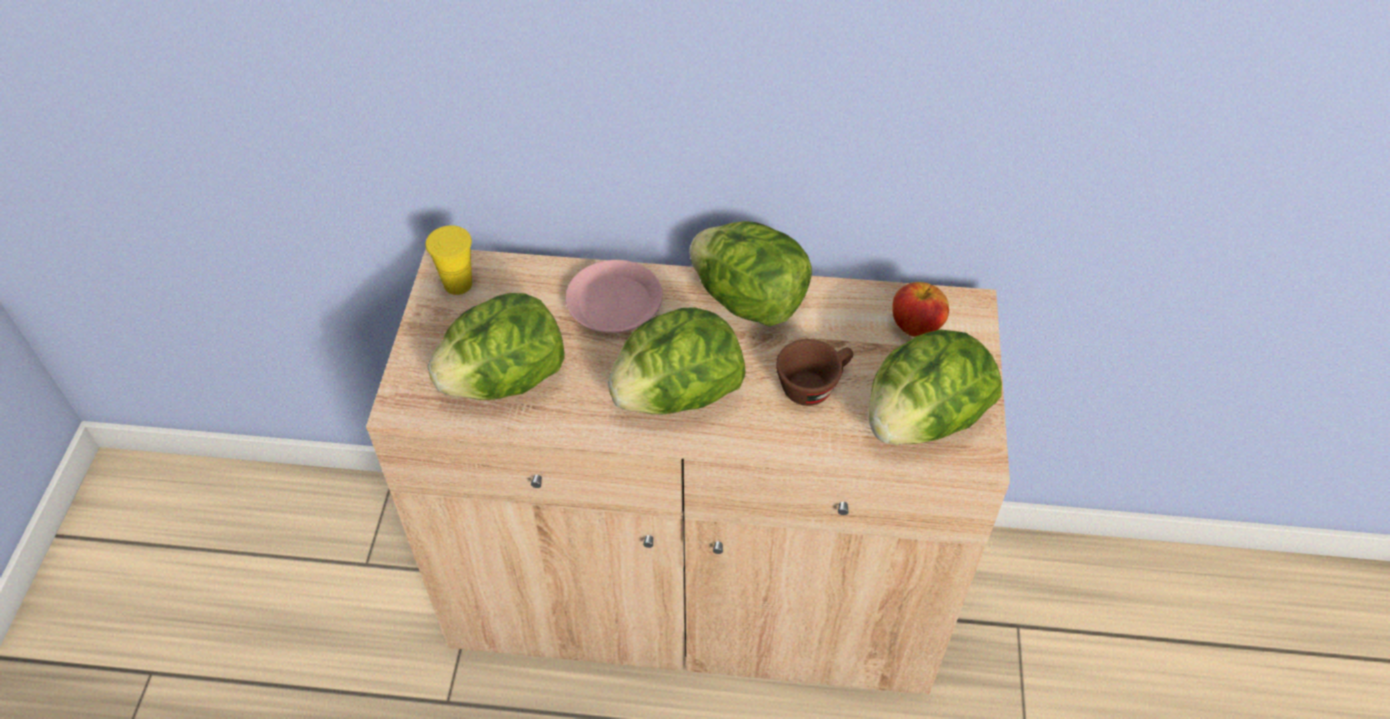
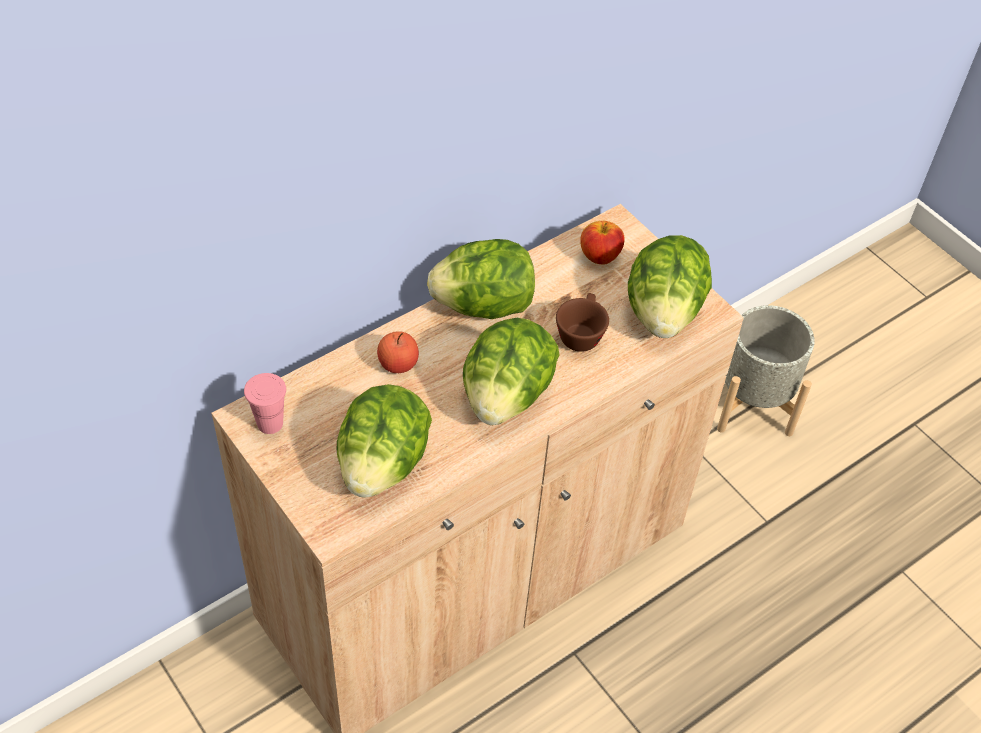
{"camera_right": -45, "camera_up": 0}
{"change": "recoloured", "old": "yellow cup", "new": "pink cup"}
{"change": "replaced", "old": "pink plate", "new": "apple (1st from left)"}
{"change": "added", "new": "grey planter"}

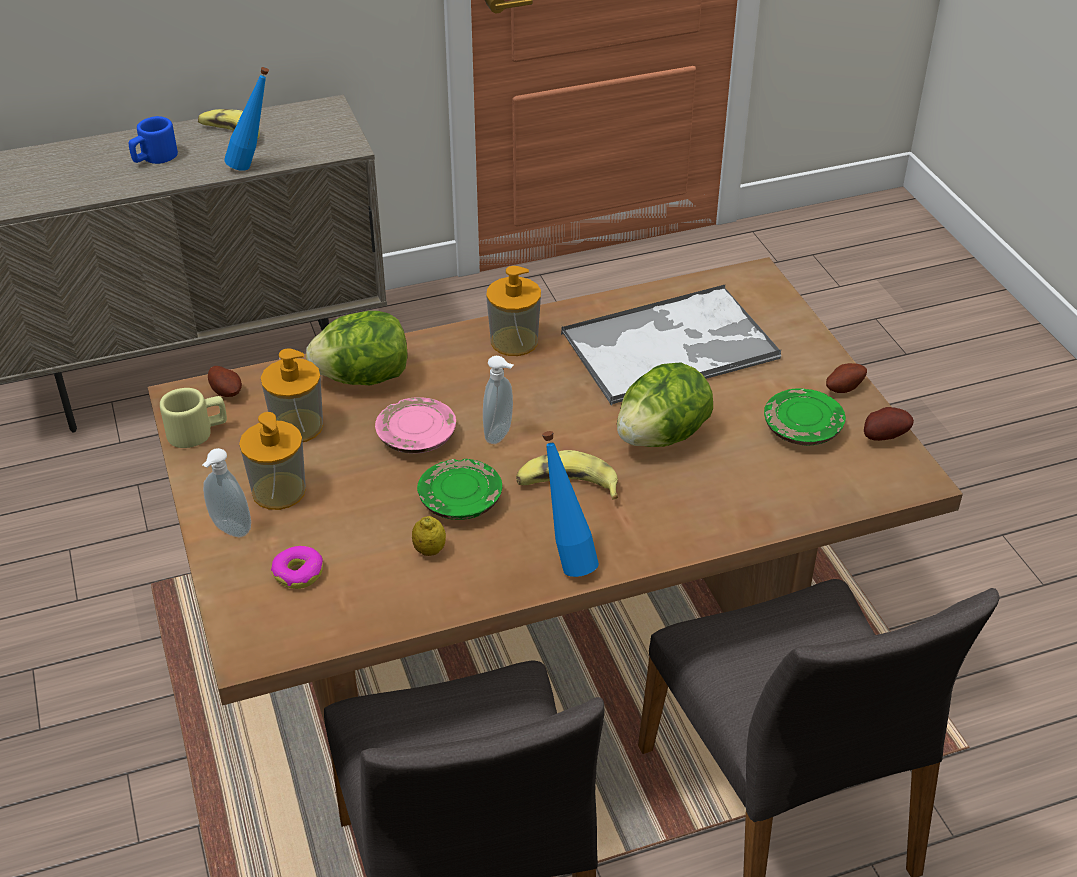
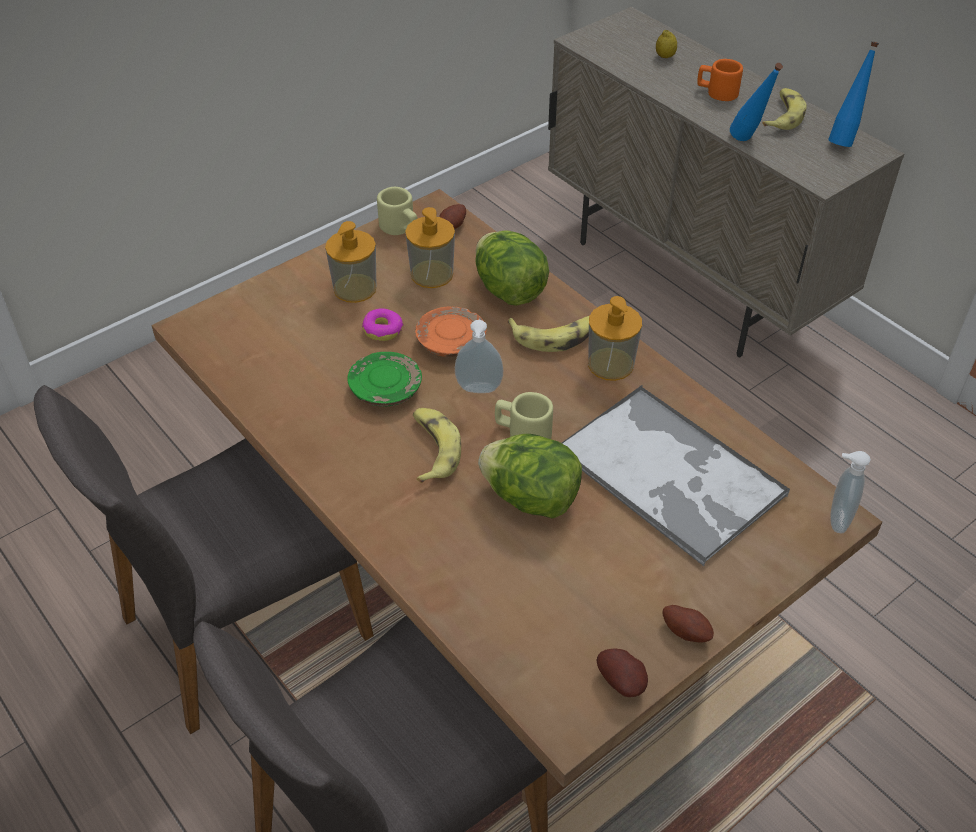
{"camera_right": 70, "camera_up": 5}
{"change": "recoloured", "old": "blue mug", "new": "orange mug"}
{"change": "moved", "old": "soap dispenser (1st from left in the first image)", "new": "soap dispenser (5th from left)"}
{"change": "moved", "old": "donut"}
{"change": "recoloured", "old": "pink plate", "new": "orange plate"}
{"change": "moved", "old": "lemon"}
{"change": "moved", "old": "blue bottle (2nd from left)"}
{"change": "removed", "old": "green plate (2nd from left)"}
{"change": "added", "new": "beige mug (2nd from left)"}
{"change": "added", "new": "banana (2nd from left)"}

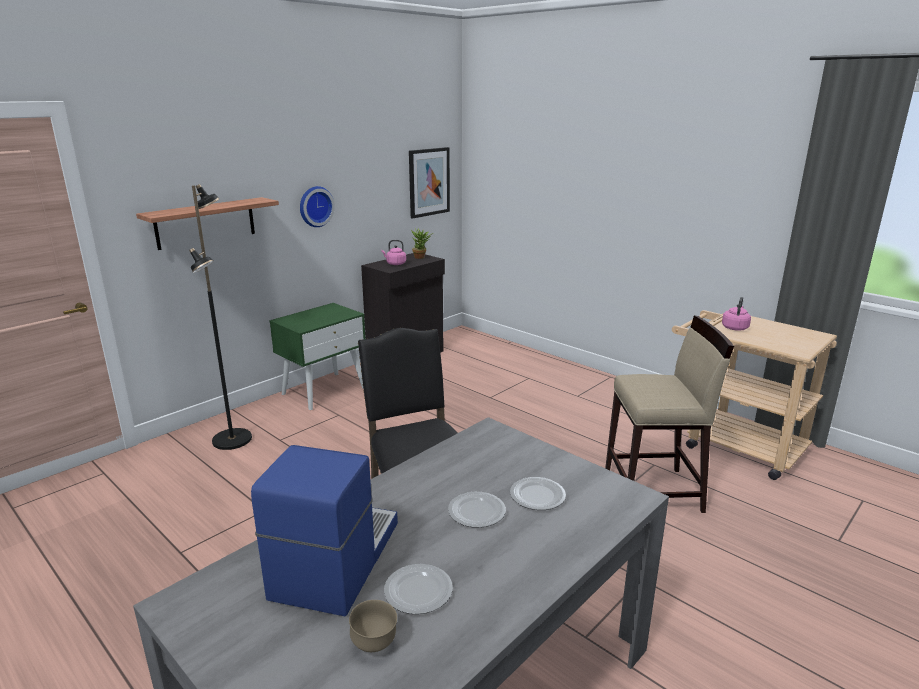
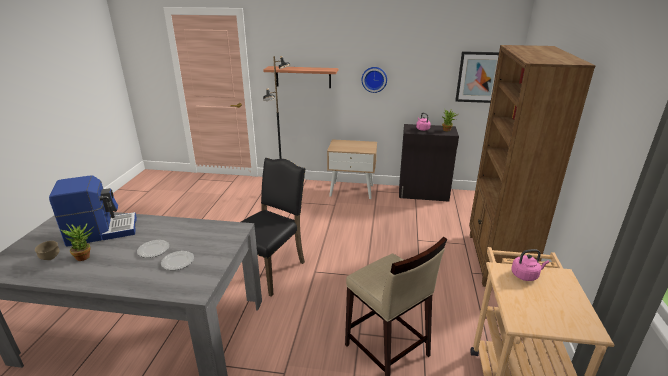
{"camera_right": 55, "camera_up": 5}
{"change": "recoloured", "old": "green nightstand", "new": "beige nightstand"}
{"change": "replaced", "old": "plate (1st from left)", "new": "potted plant (1st from left)"}
{"change": "added", "new": "brown bookcase"}

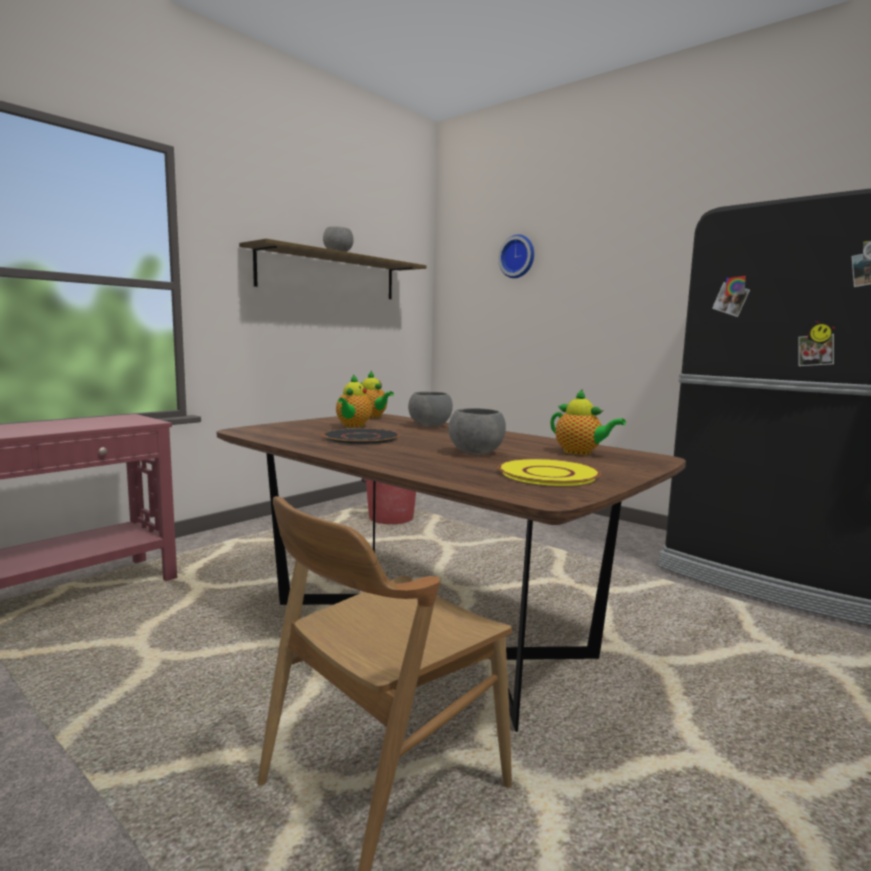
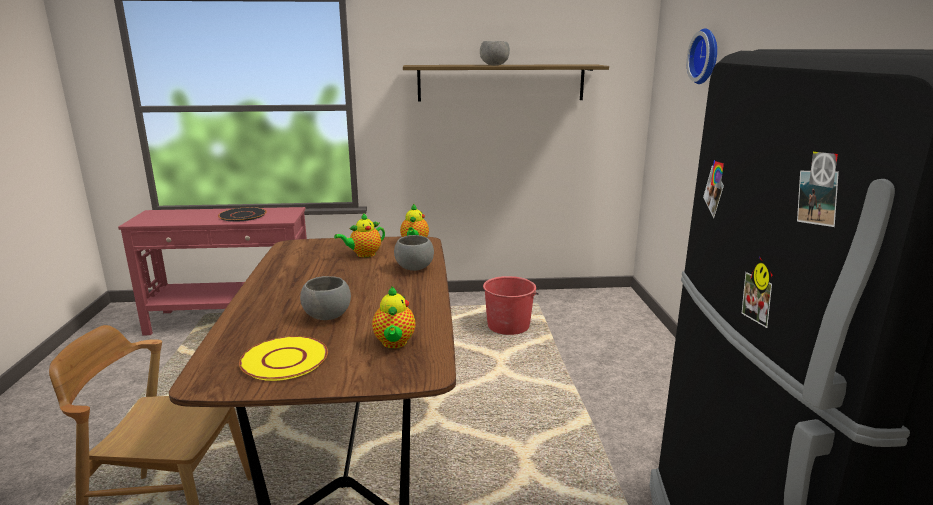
{"camera_right": 45, "camera_up": 10}
{"change": "moved", "old": "black plate"}

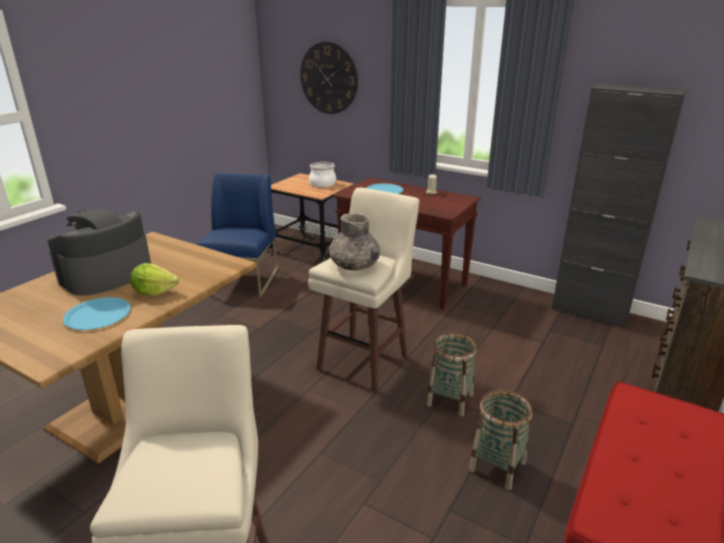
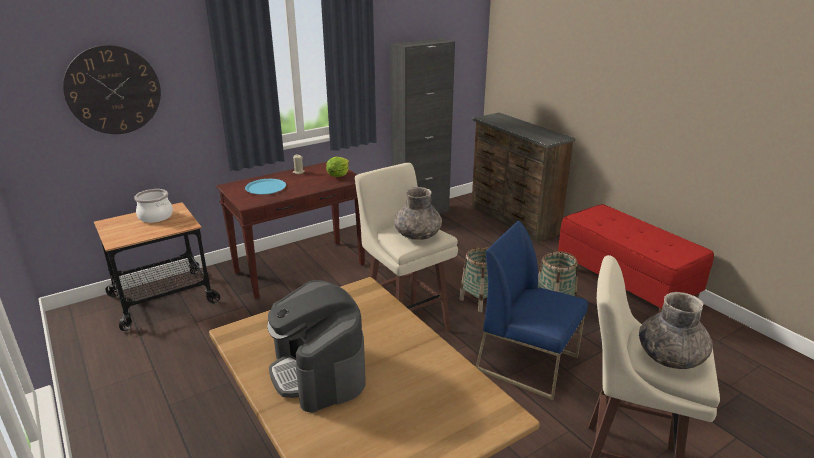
{"camera_right": -65, "camera_up": 0}
{"change": "removed", "old": "blue plate (1st from left)"}
{"change": "moved", "old": "lettuce"}
{"change": "moved", "old": "blue chair"}
{"change": "added", "new": "grey vase (2nd from left)"}

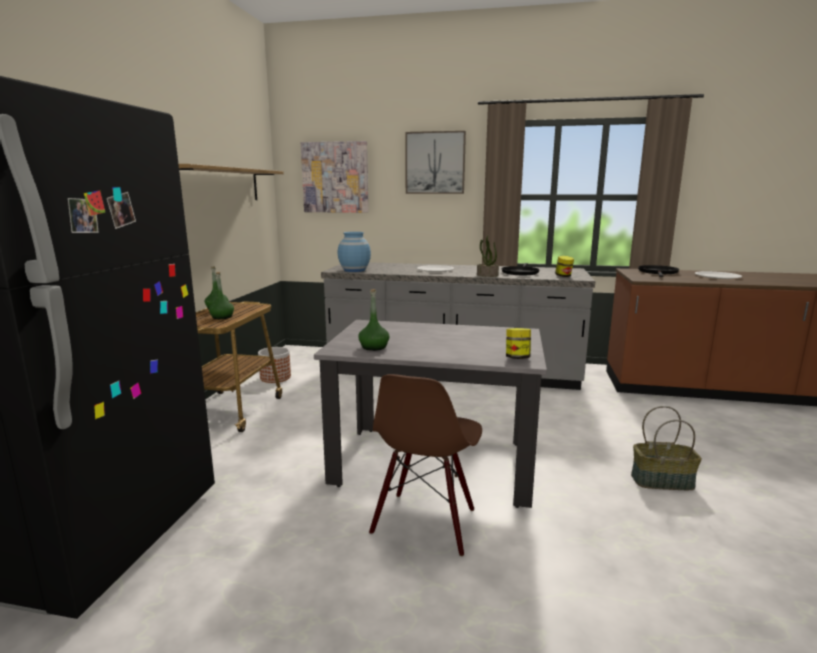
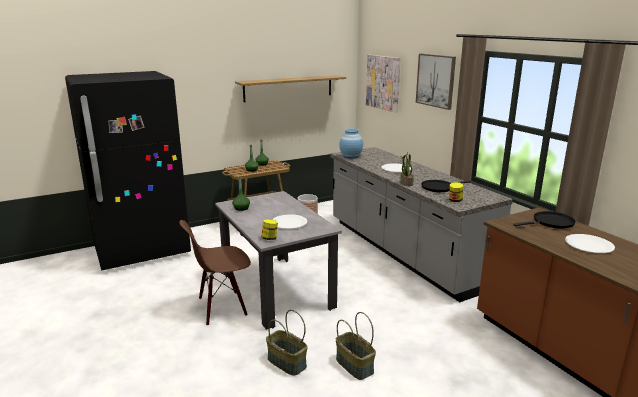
{"camera_right": 50, "camera_up": 5}
{"change": "added", "new": "basket (1st from left)"}
{"change": "added", "new": "white plate (1st from left)"}

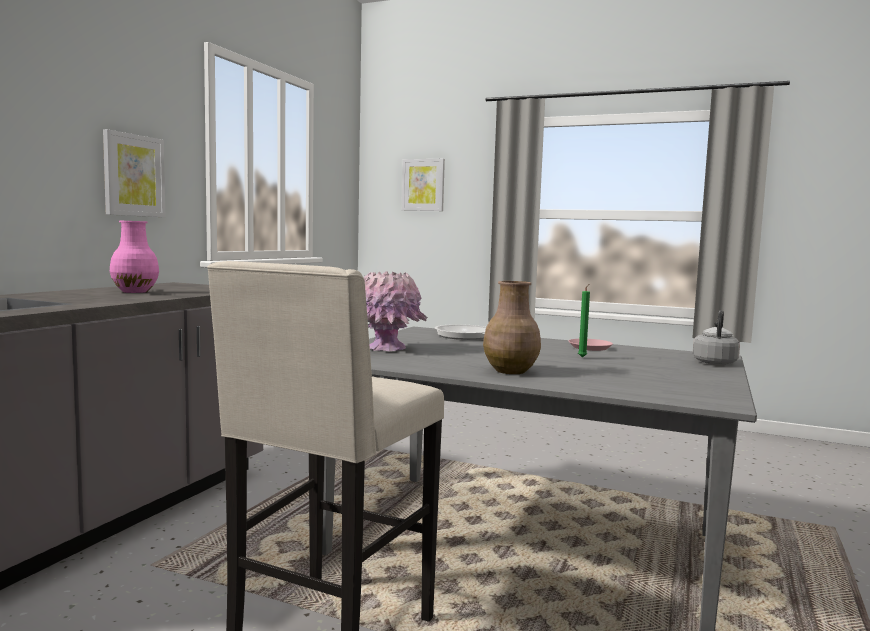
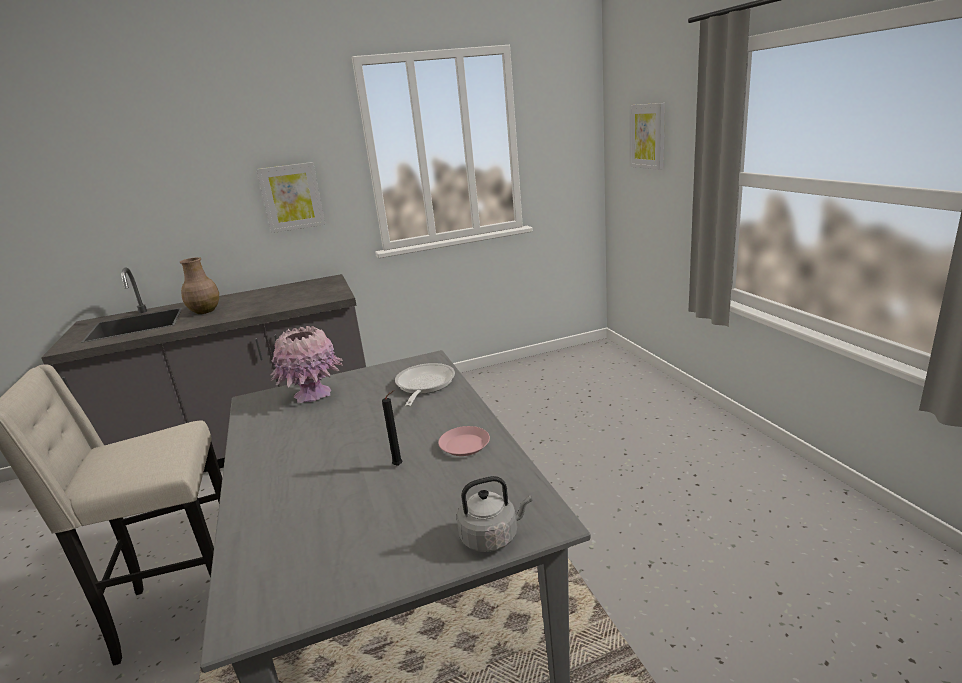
{"camera_right": 50, "camera_up": 15}
{"change": "removed", "old": "pink vase (1st from left)"}
{"change": "moved", "old": "brown vase"}
{"change": "recoloured", "old": "green candle", "new": "black candle"}

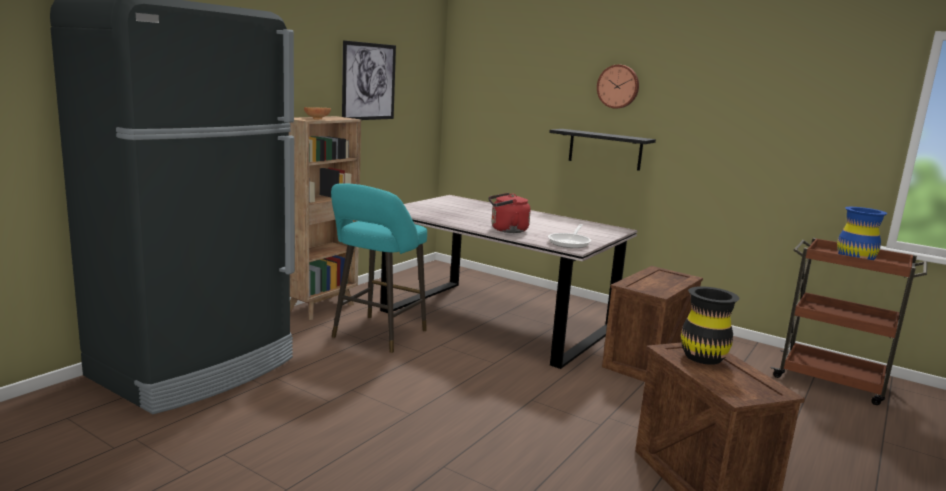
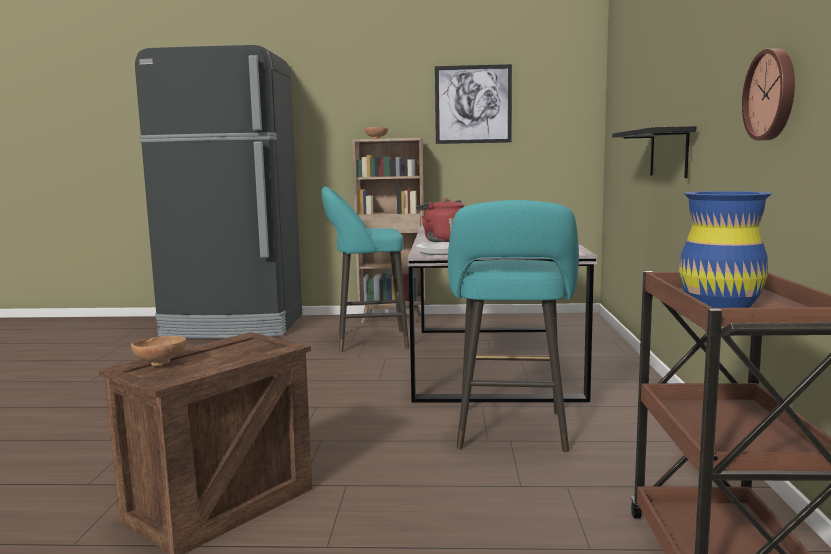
{"camera_right": 60, "camera_up": -5}
{"change": "moved", "old": "wall clock"}
{"change": "replaced", "old": "crate (1st from left)", "new": "turquoise stool (2nd from left)"}
{"change": "removed", "old": "black vase"}
{"change": "added", "new": "brown bowl (1st from left)"}

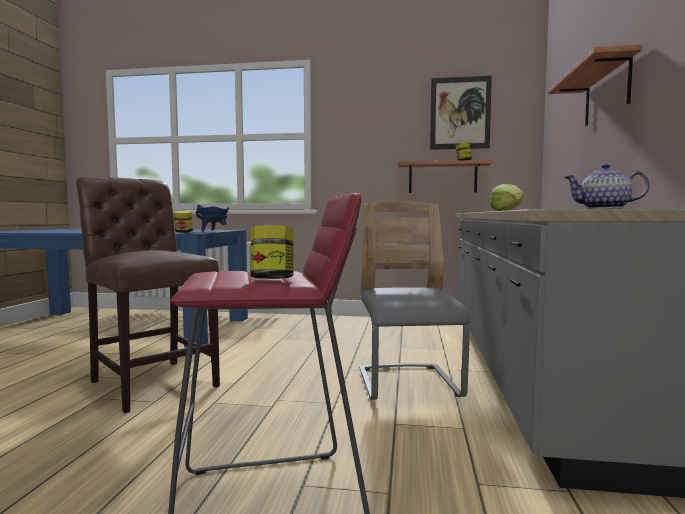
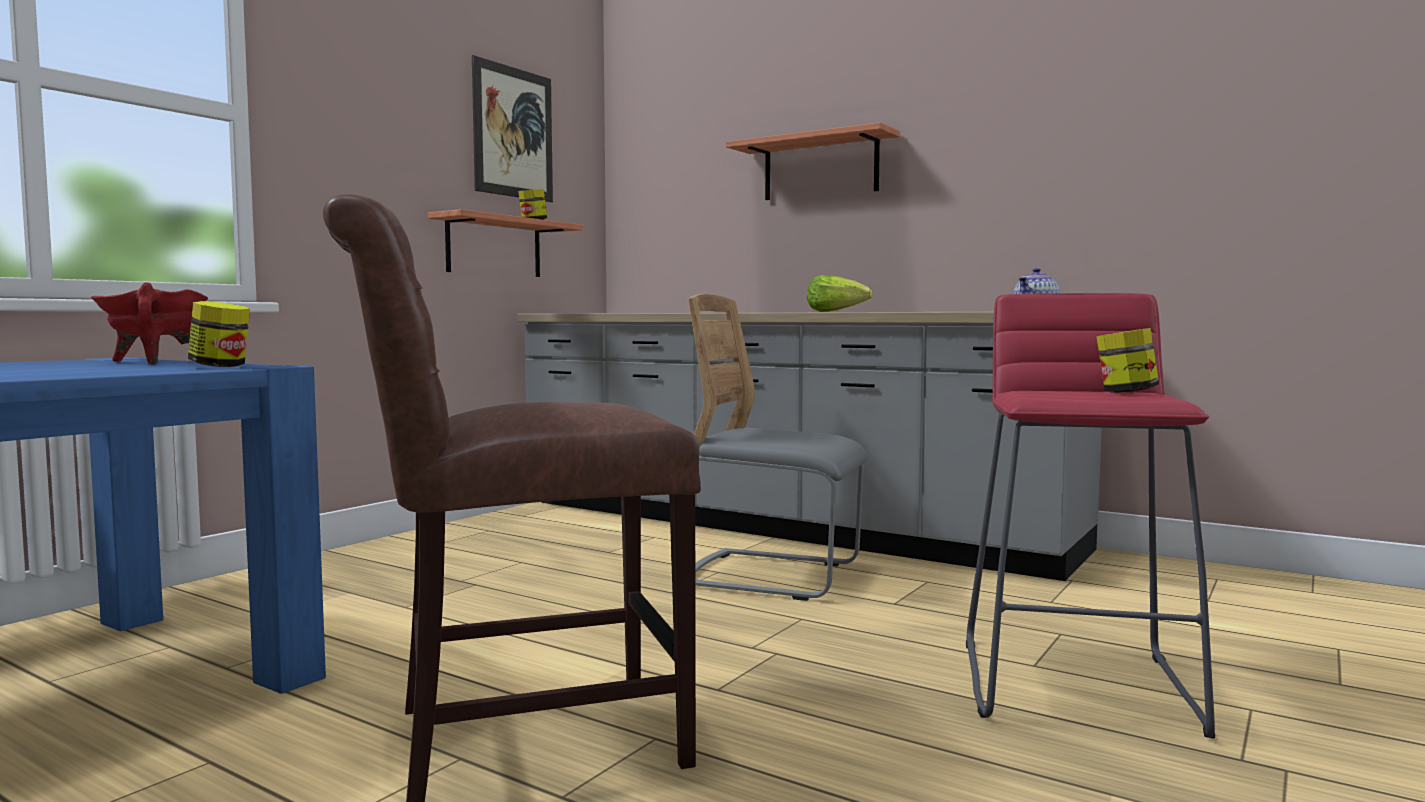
{"camera_right": -65, "camera_up": 0}
{"change": "recoloured", "old": "blue cooking pot", "new": "red cooking pot"}

